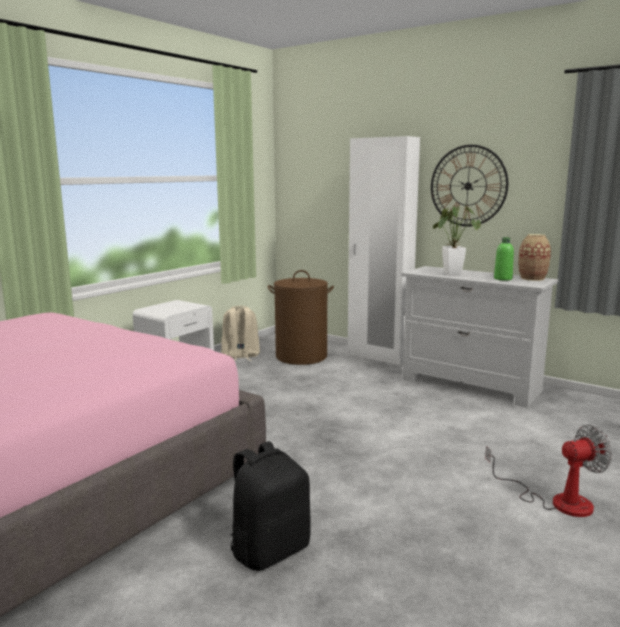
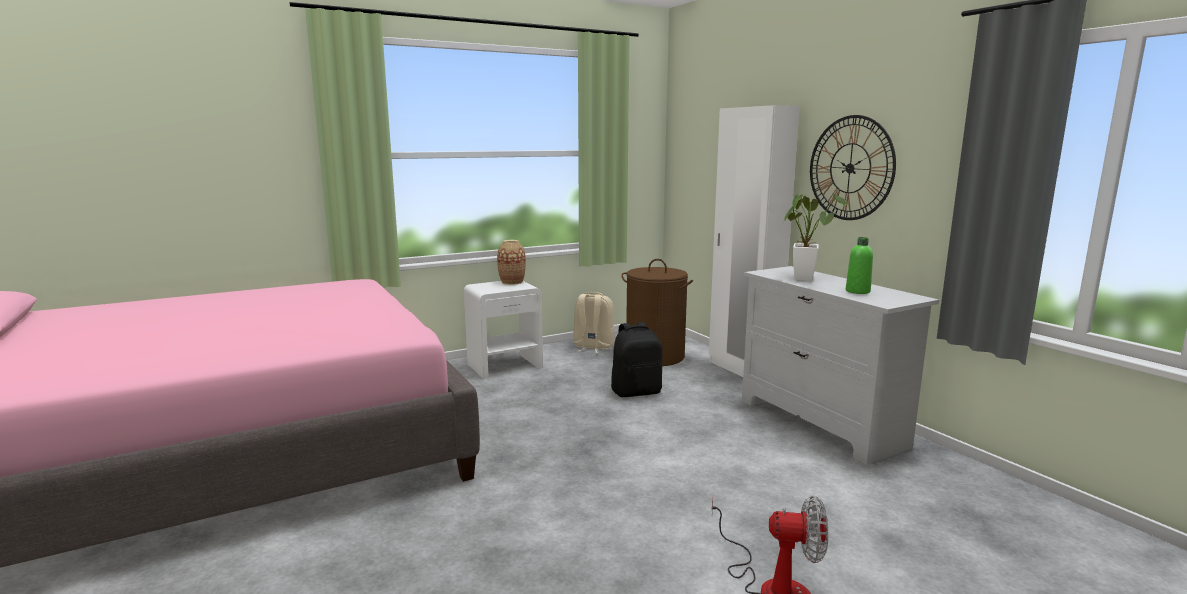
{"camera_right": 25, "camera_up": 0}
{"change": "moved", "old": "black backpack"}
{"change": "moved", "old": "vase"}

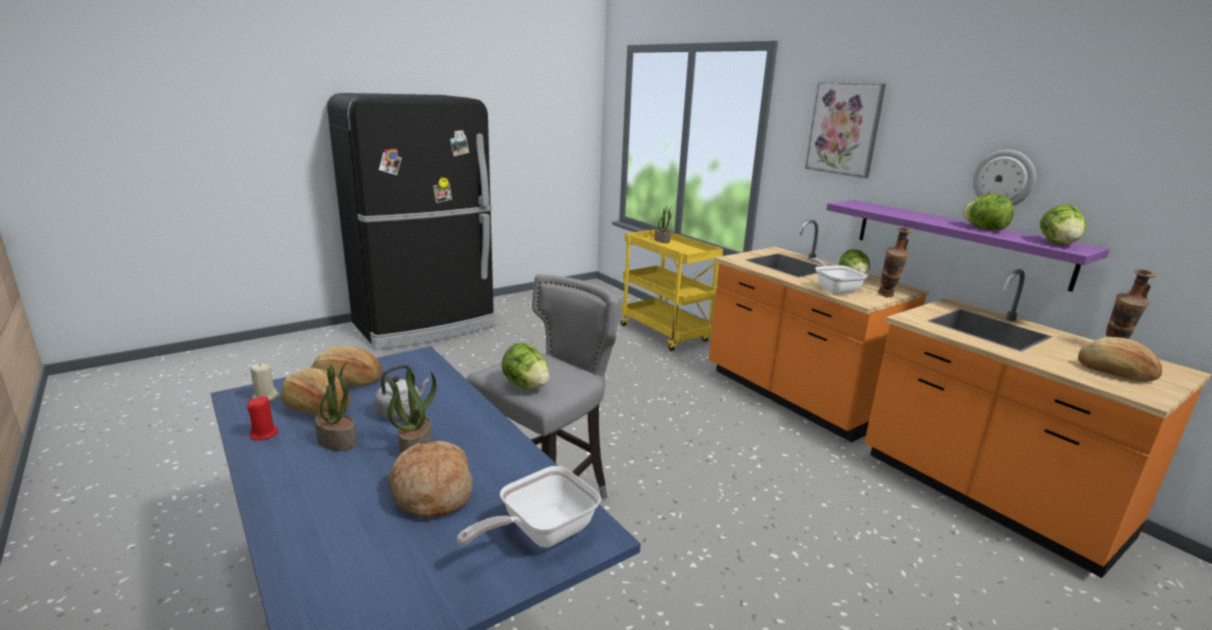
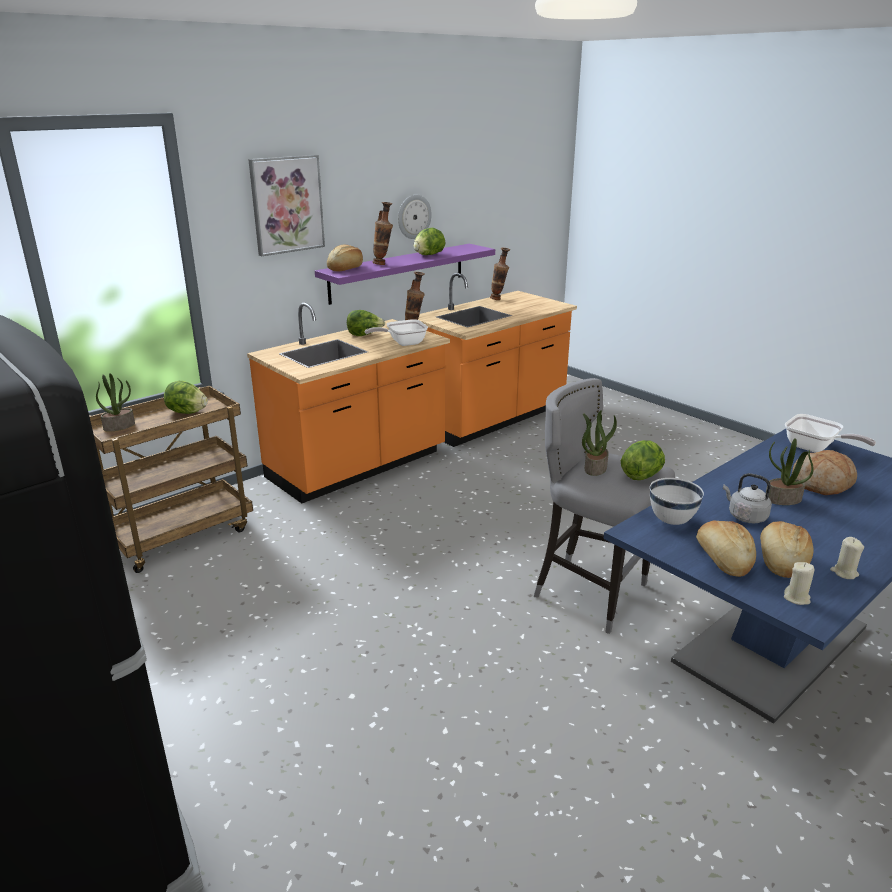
{"camera_right": -95, "camera_up": 5}
{"change": "recoloured", "old": "red candle", "new": "beige candle (2nd from left)"}
{"change": "moved", "old": "potted plant (1st from left in the first image)", "new": "potted plant (2nd from left)"}
{"change": "recoloured", "old": "yellow cart", "new": "brown cart"}
{"change": "moved", "old": "lettuce (4th from left in the first image)", "new": "lettuce (1st from left)"}
{"change": "moved", "old": "bread (4th from left in the first image)", "new": "bread (1st from left)"}
{"change": "added", "new": "vase (1st from left)"}
{"change": "added", "new": "white bowl"}

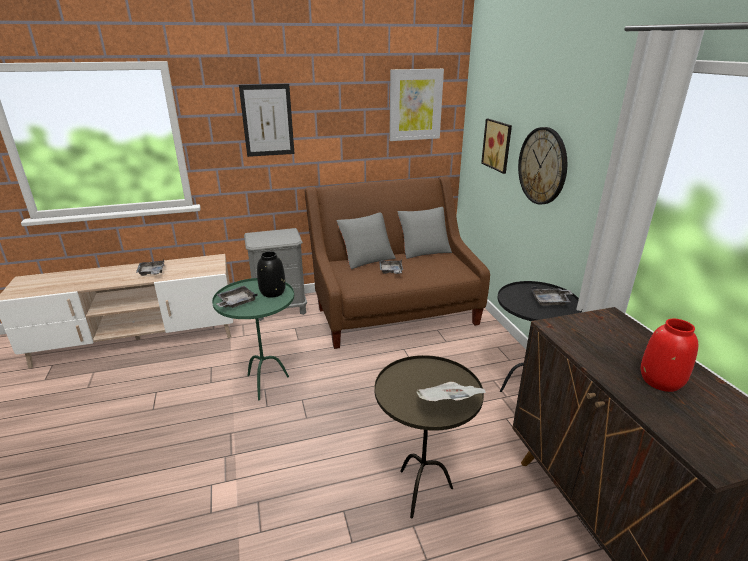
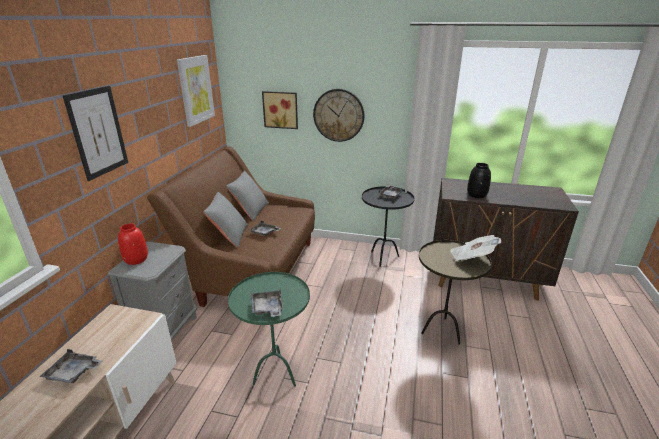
{"camera_right": -60, "camera_up": 0}
{"change": "moved", "old": "black vase"}
{"change": "moved", "old": "red vase"}

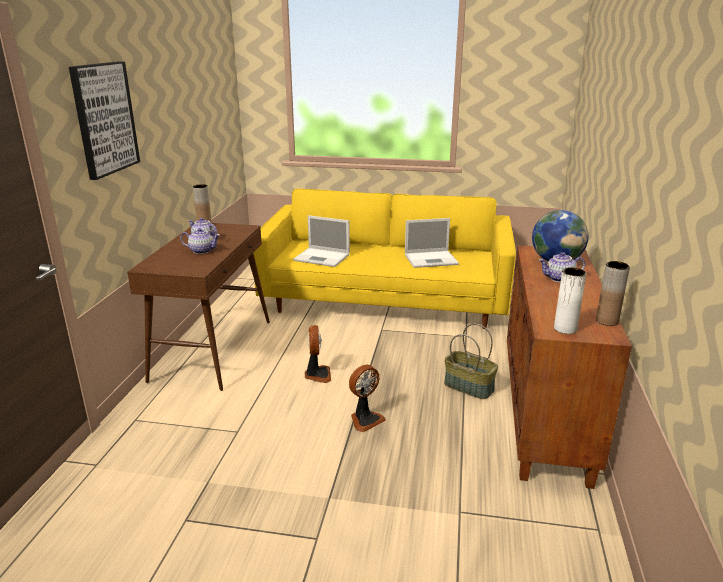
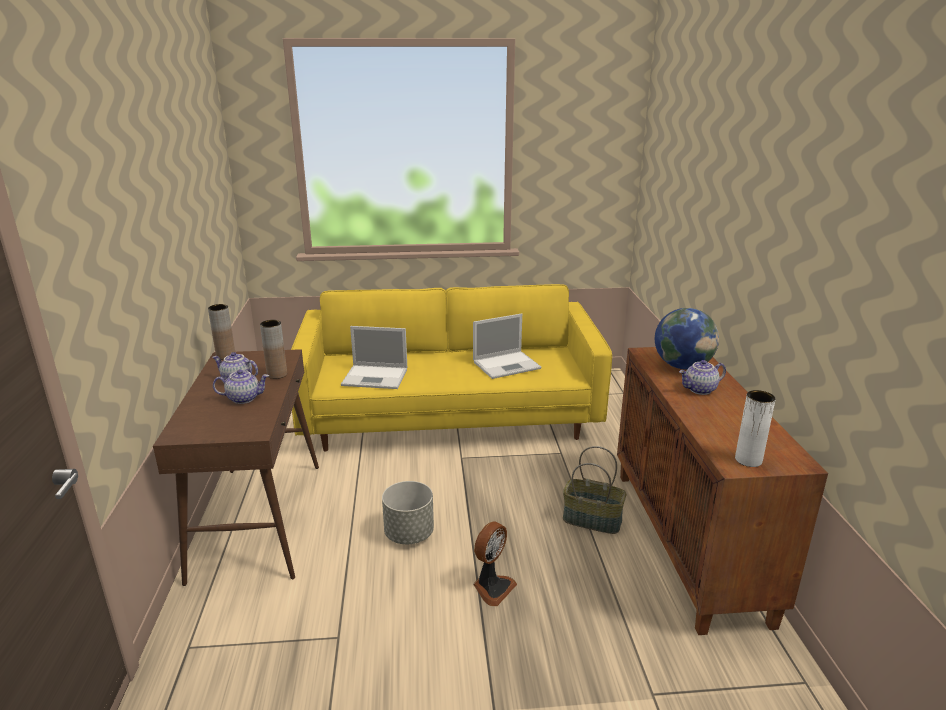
{"camera_right": -15, "camera_up": 0}
{"change": "removed", "old": "picture"}
{"change": "replaced", "old": "fan (1st from left)", "new": "grey planter"}
{"change": "moved", "old": "brown vase (2nd from left)"}

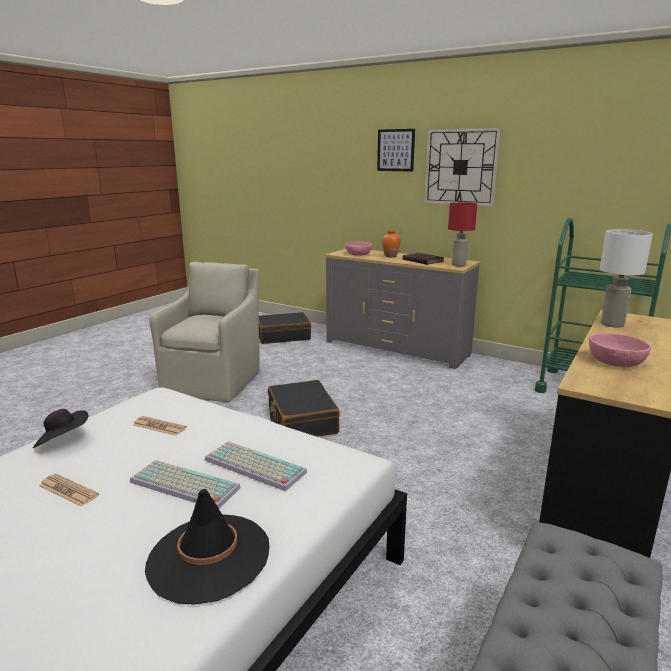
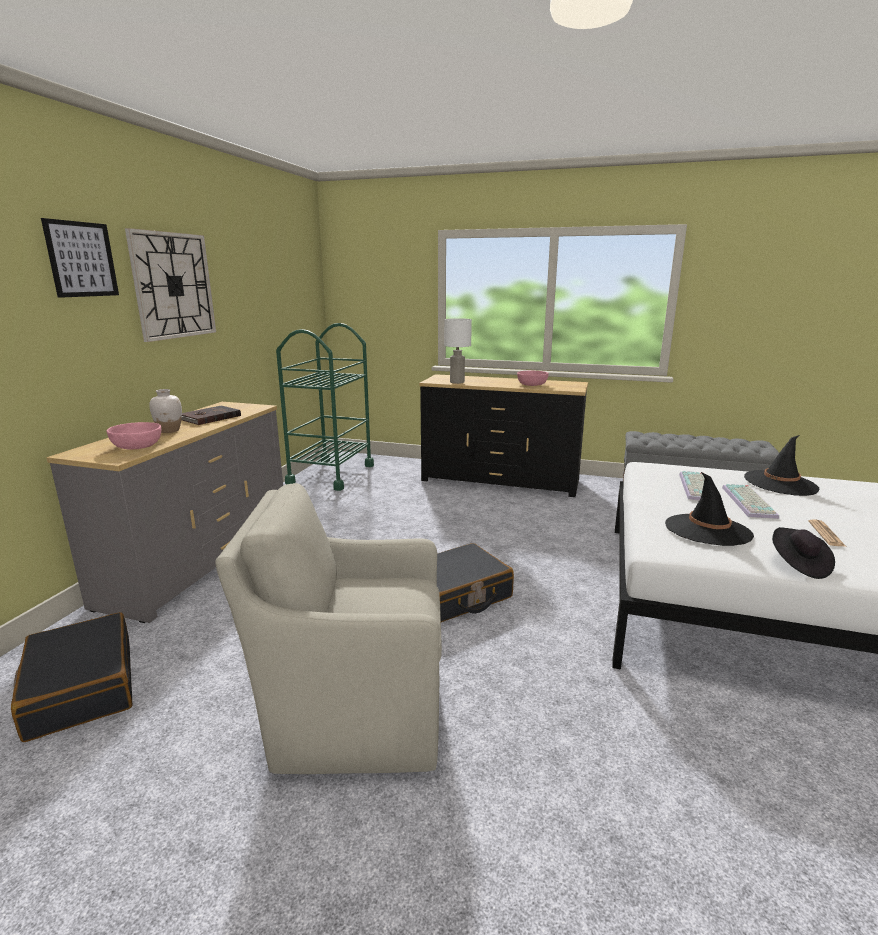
{"camera_right": -105, "camera_up": 0}
{"change": "replaced", "old": "newspaper (2nd from left)", "new": "black hat (1st from left)"}
{"change": "recoloured", "old": "orange vase", "new": "white vase"}
{"change": "removed", "old": "red table lamp"}

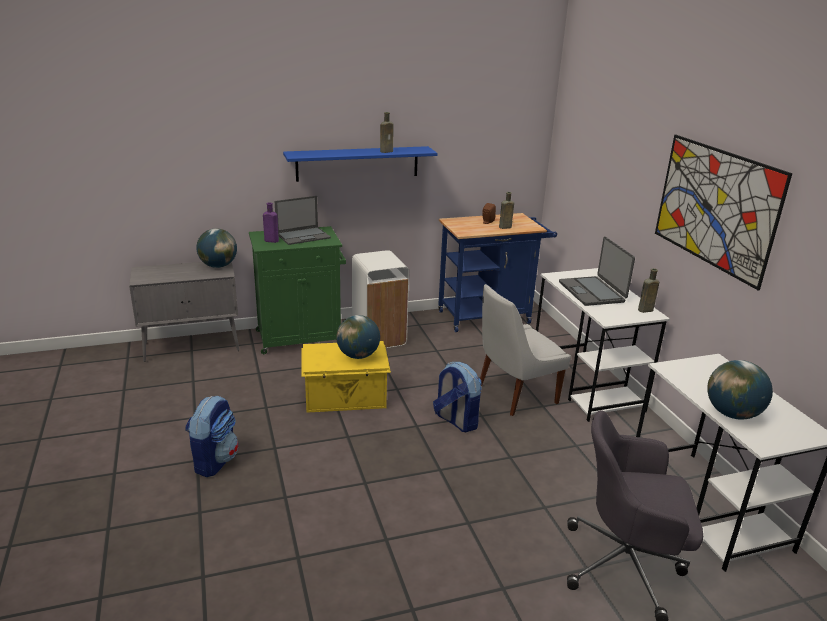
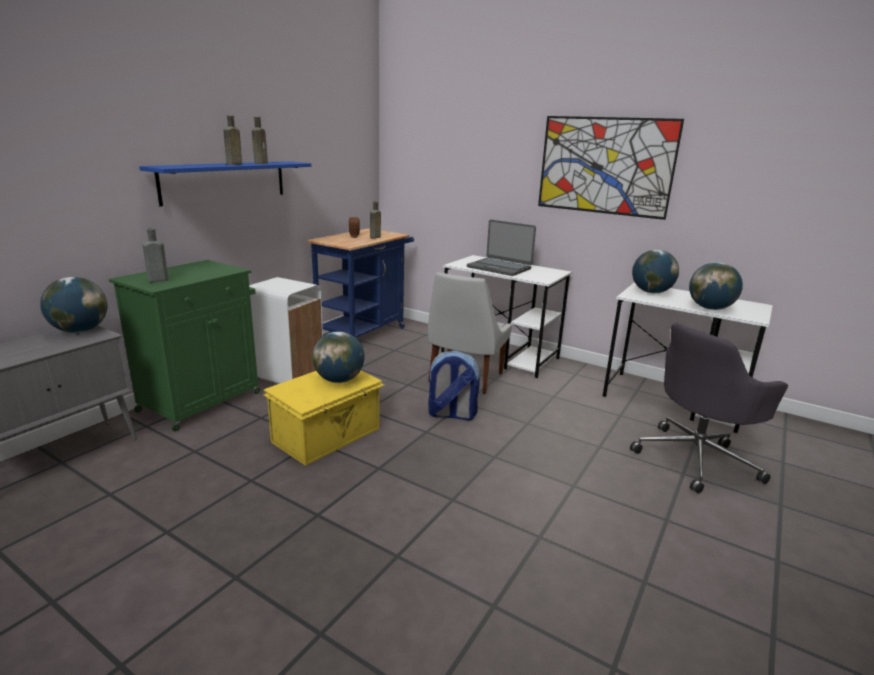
{"camera_right": -40, "camera_up": -5}
{"change": "removed", "old": "backpack (1st from left)"}
{"change": "recoloured", "old": "purple bottle", "new": "grey bottle"}
{"change": "removed", "old": "laptop (1st from left)"}
{"change": "moved", "old": "brown bottle (3rd from left in the first image)", "new": "brown bottle (1st from left)"}
{"change": "added", "new": "globe (3rd from left)"}

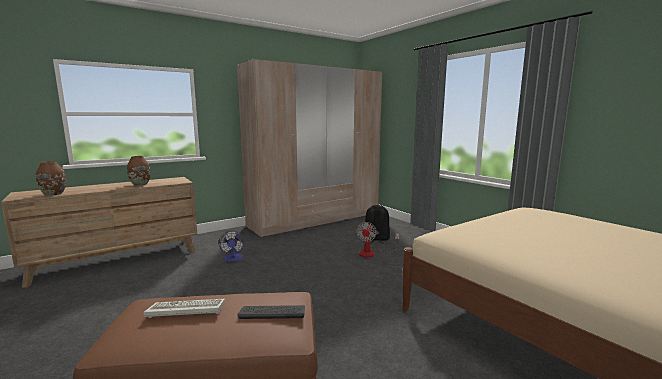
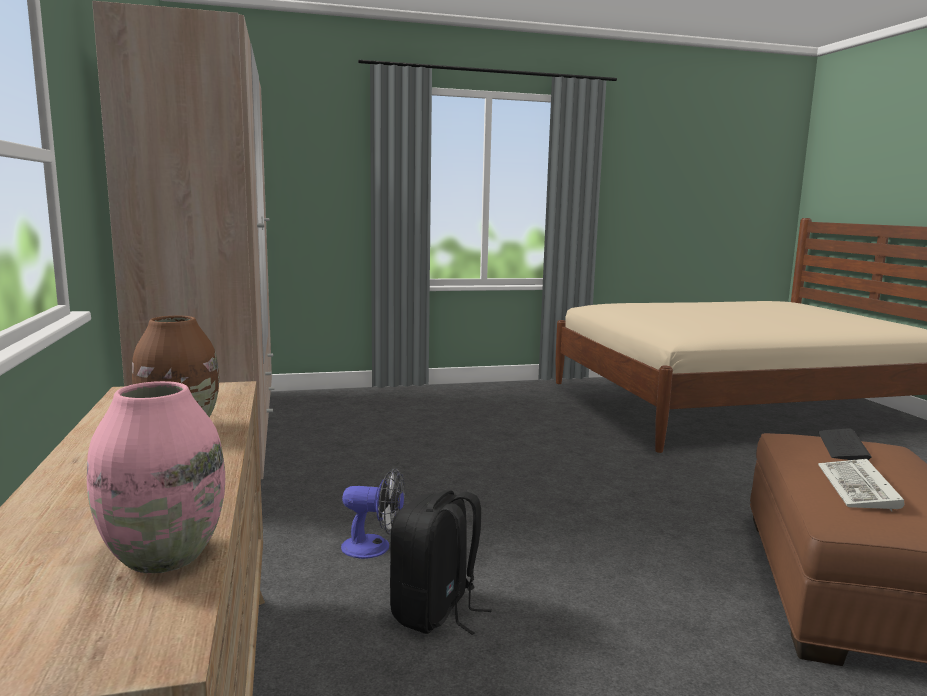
{"camera_right": -70, "camera_up": 0}
{"change": "recoloured", "old": "brown vase (1st from left)", "new": "pink vase"}
{"change": "removed", "old": "fan (2nd from left)"}
{"change": "moved", "old": "black backpack"}

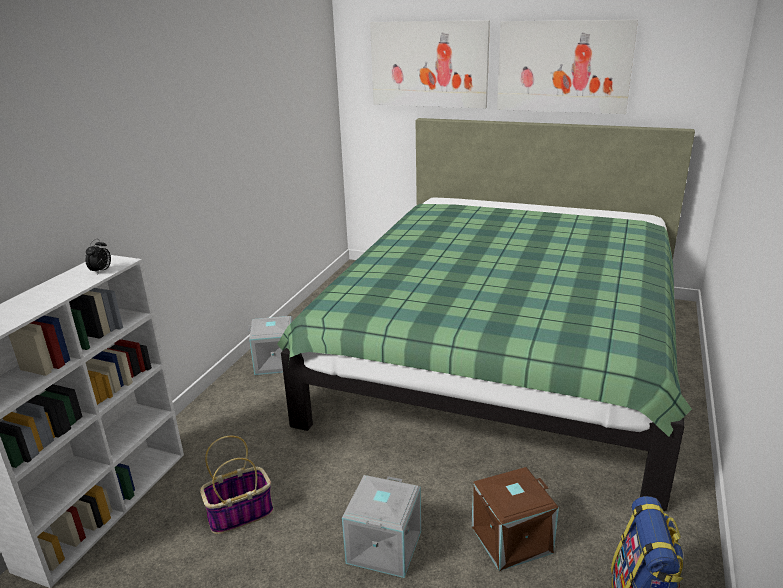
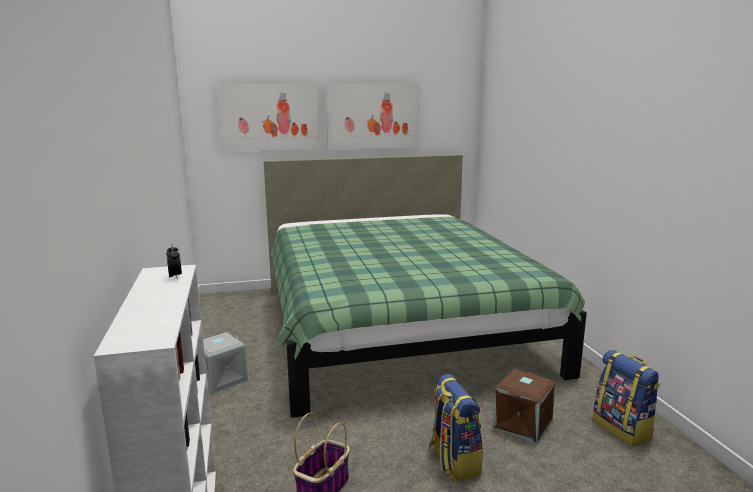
{"camera_right": -35, "camera_up": -10}
{"change": "replaced", "old": "grey storage box (2nd from left)", "new": "backpack (1st from left)"}

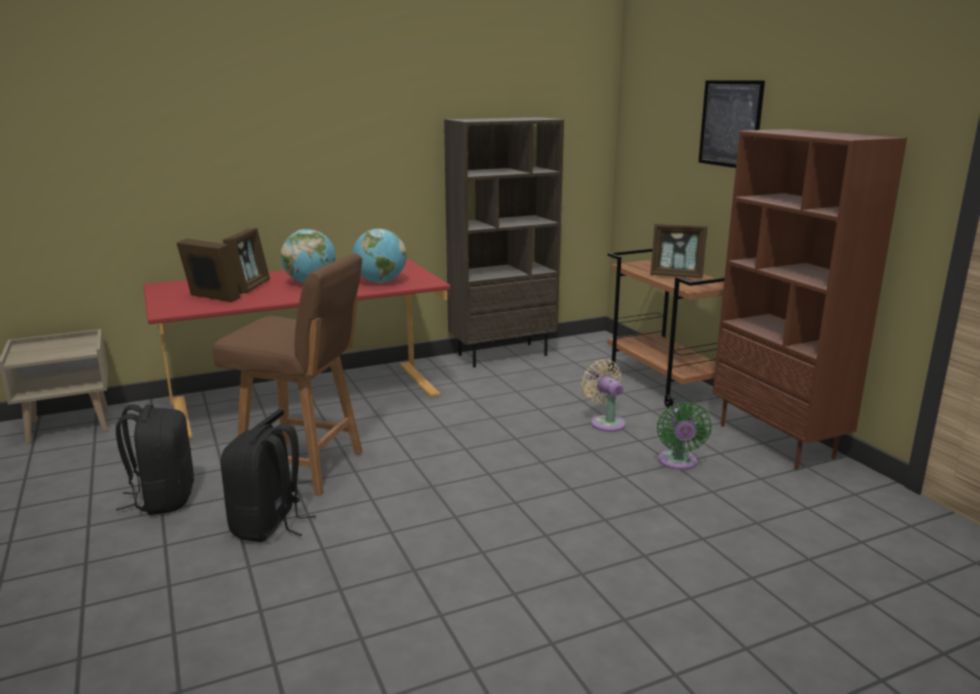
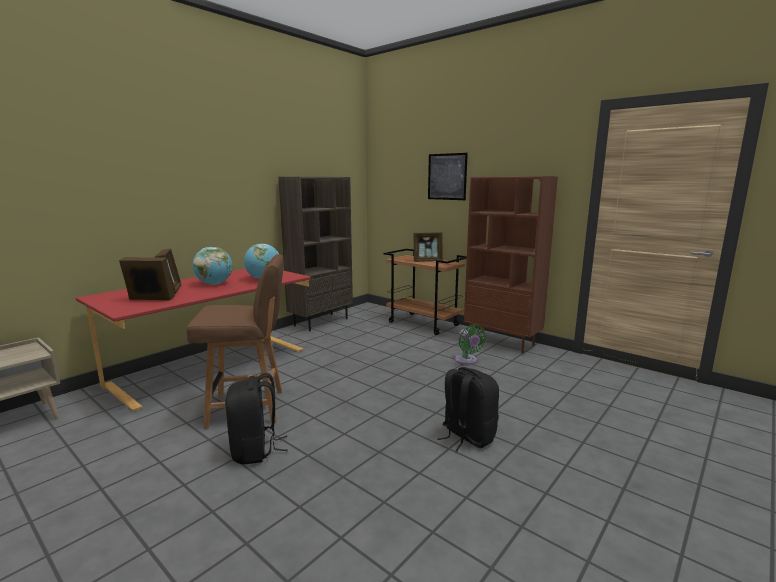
{"camera_right": -25, "camera_up": -5}
{"change": "moved", "old": "black backpack (1st from left in the first image)", "new": "black backpack (2nd from left)"}
{"change": "removed", "old": "beige fan"}

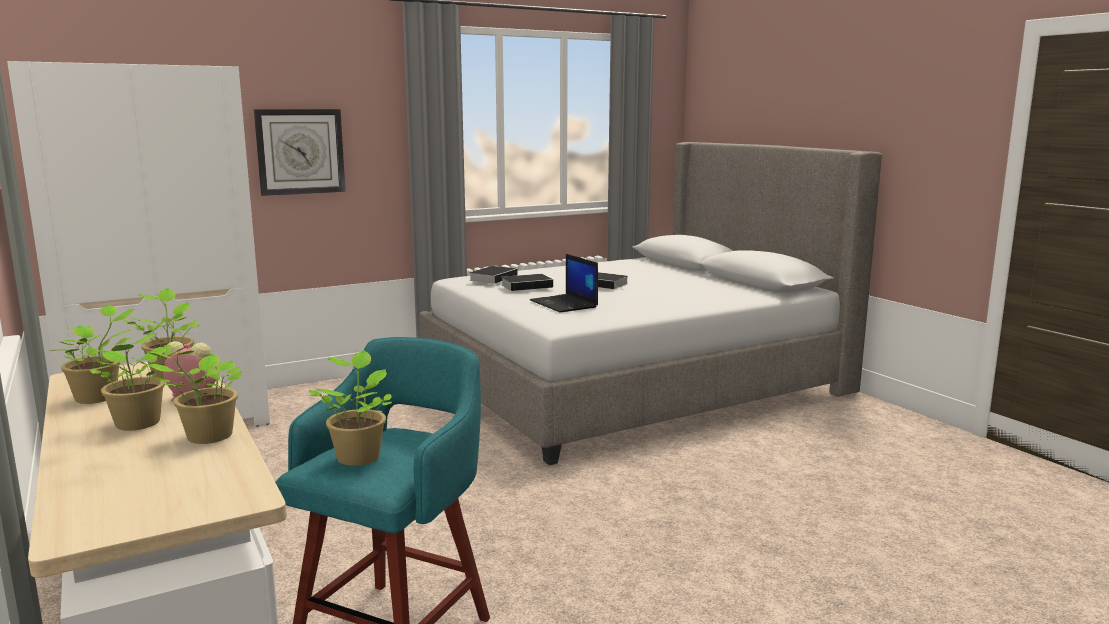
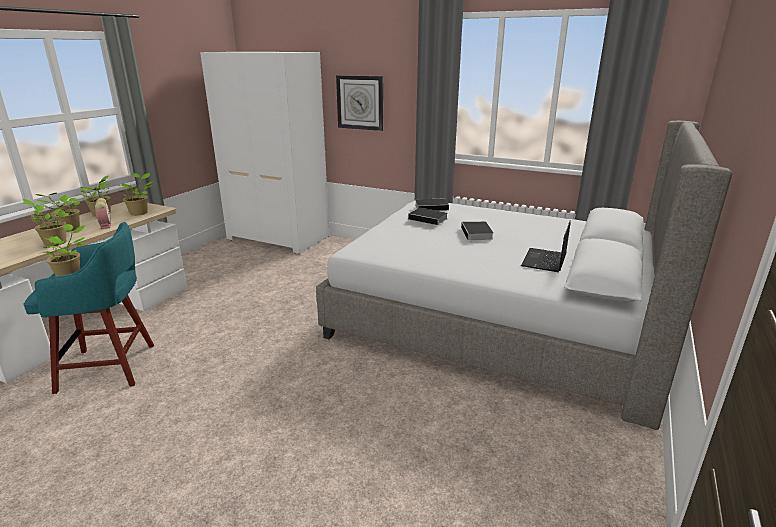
{"camera_right": 55, "camera_up": 10}
{"change": "moved", "old": "laptop"}

